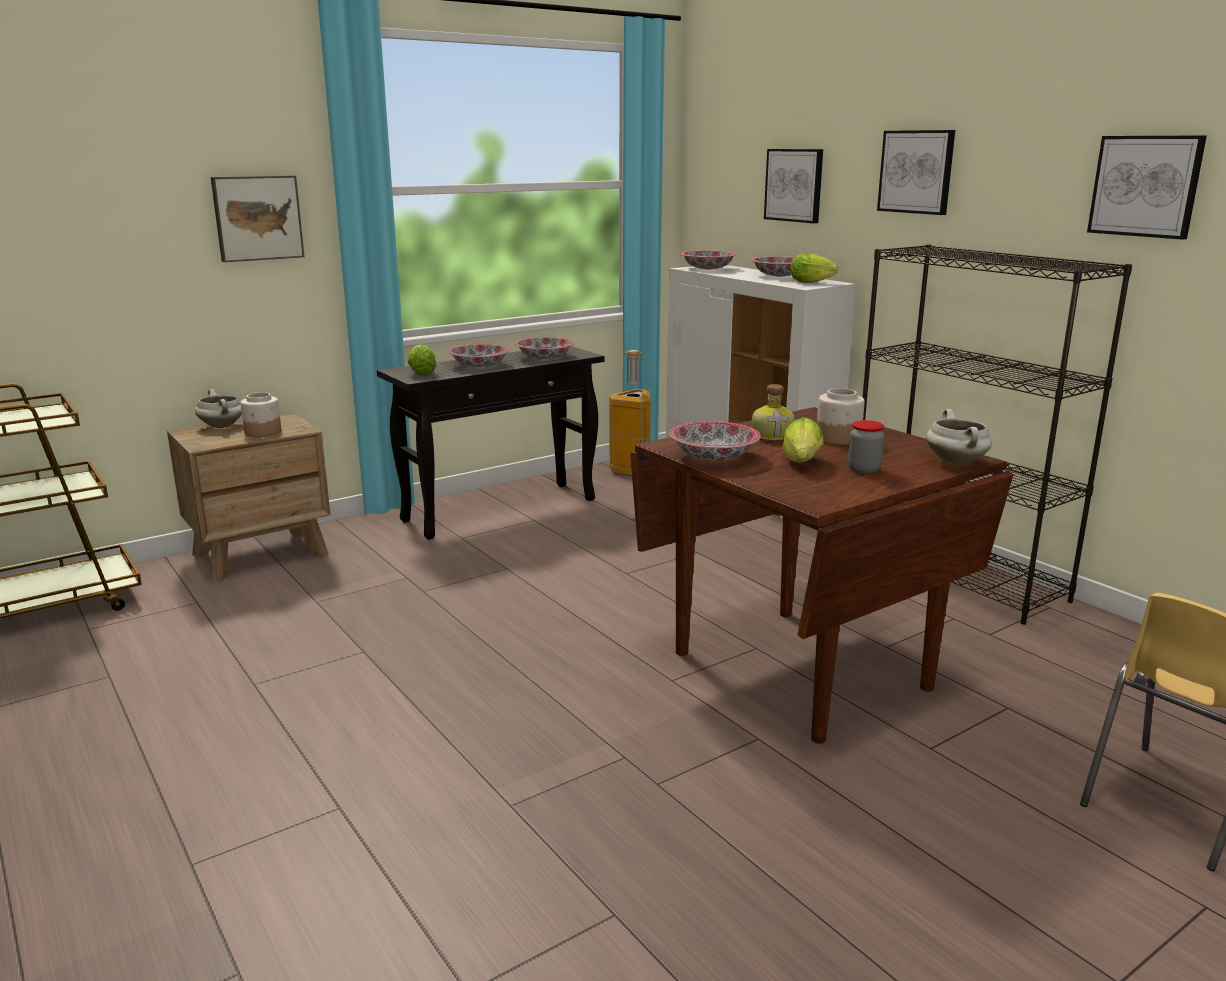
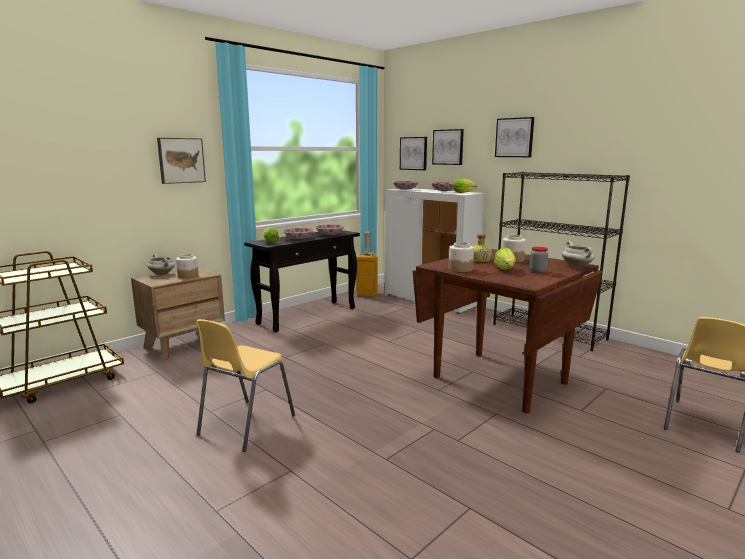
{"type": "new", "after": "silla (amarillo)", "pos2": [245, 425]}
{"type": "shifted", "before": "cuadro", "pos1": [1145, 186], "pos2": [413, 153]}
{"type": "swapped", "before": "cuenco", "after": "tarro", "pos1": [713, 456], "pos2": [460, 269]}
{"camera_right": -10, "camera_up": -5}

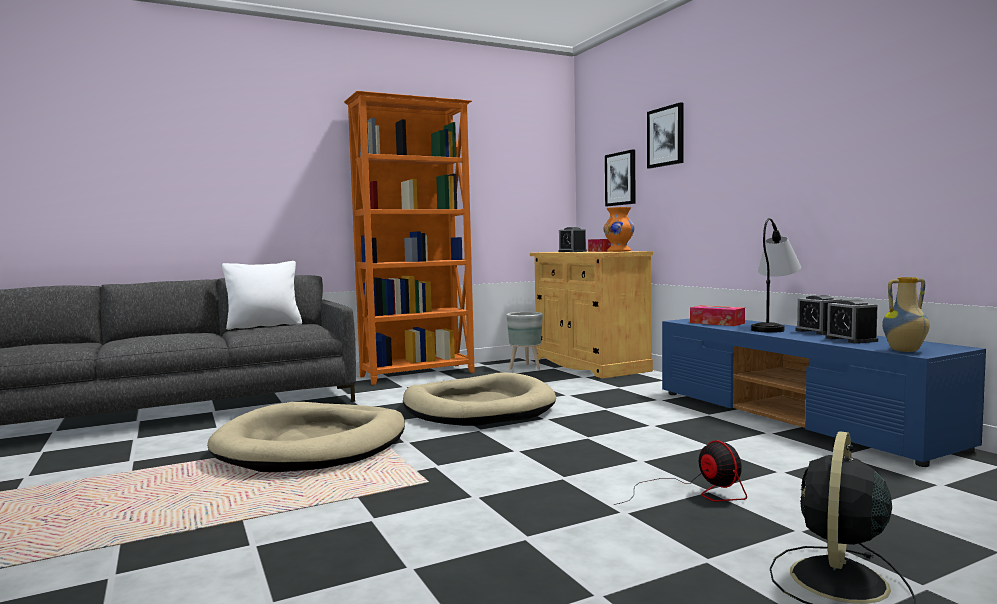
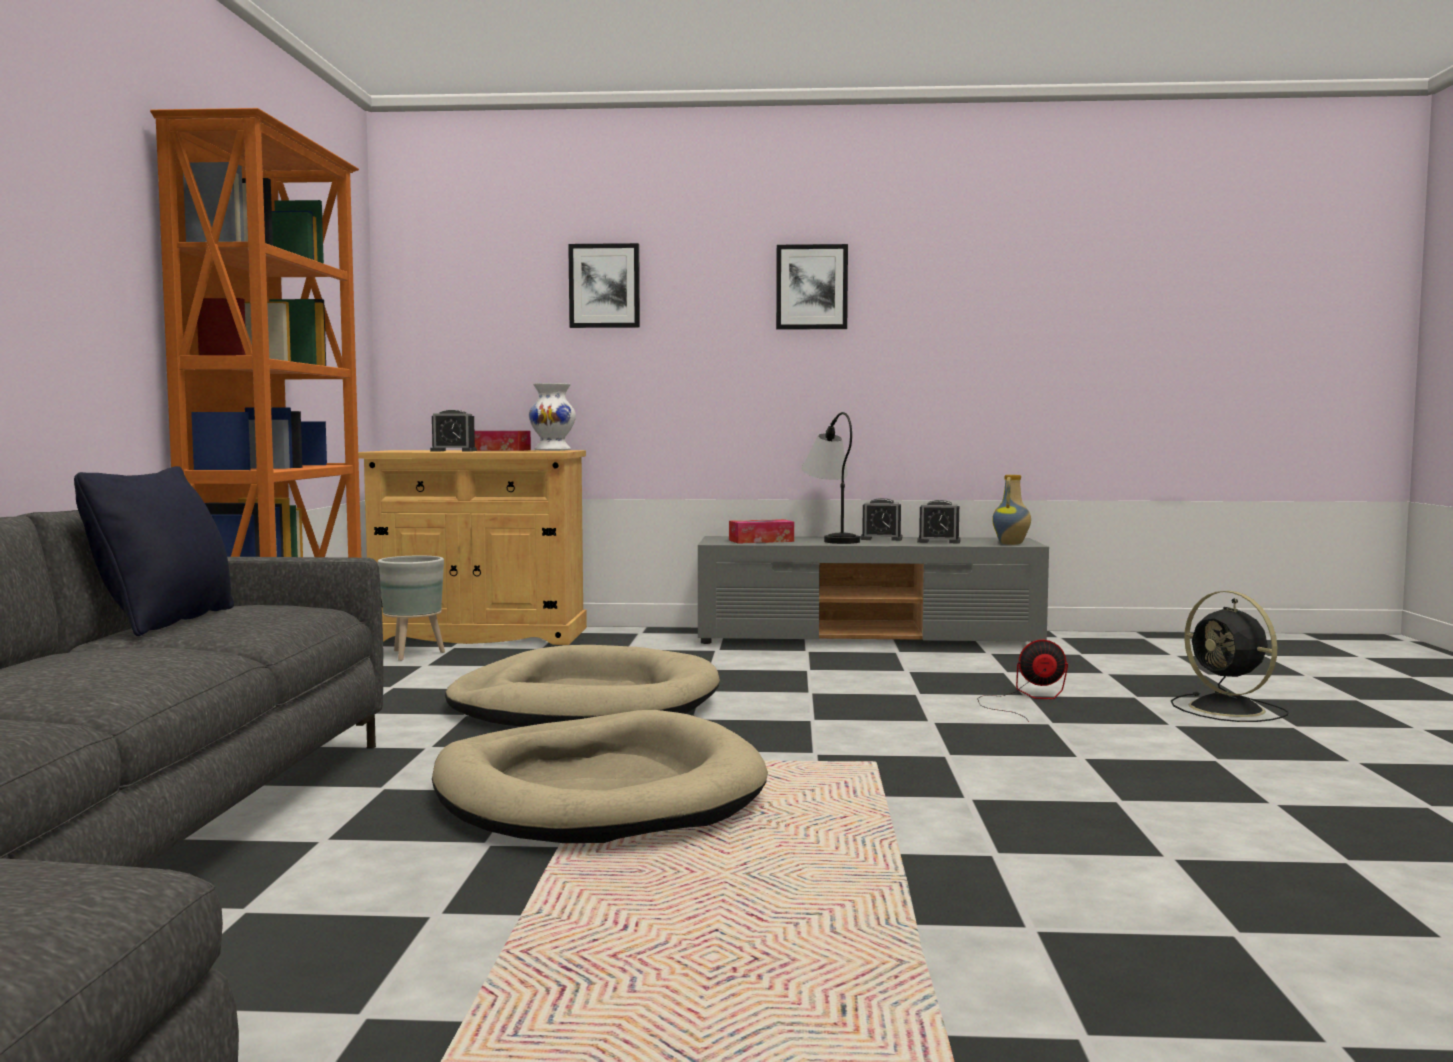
{"type": "shifted", "before": "cuadro", "pos1": [621, 178], "pos2": [811, 287]}
{"type": "repainted", "before": "cojín (blanco)", "after": "cojín (negro)", "pos1": [264, 326], "pos2": [166, 621]}
{"type": "repainted", "before": "florero (naranja)", "after": "florero (blanco)", "pos1": [618, 251], "pos2": [552, 450]}
{"type": "repainted", "before": "mueble de televisión (azul)", "after": "mueble de televisión (gris)", "pos1": [796, 418], "pos2": [869, 638]}
{"camera_right": -60, "camera_up": 0}

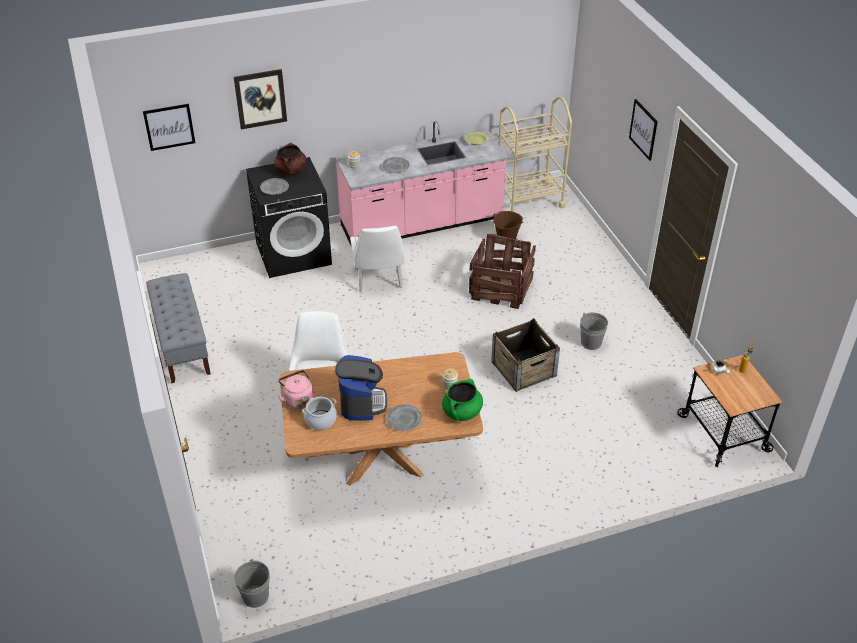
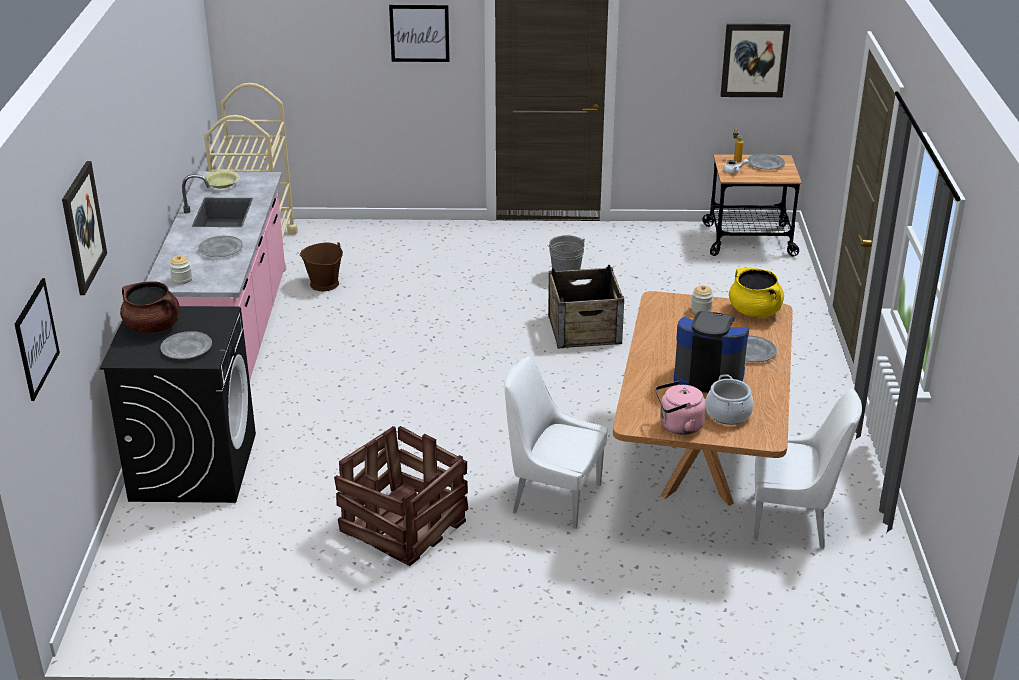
{"type": "gone", "before": "banco (gris)", "pos1": [182, 344]}
{"type": "gone", "before": "cubo (gris)", "pos1": [255, 596]}
{"type": "new", "after": "cuadro", "pos2": [754, 60]}
{"type": "new", "after": "plato (gris)", "pos2": [765, 164]}
{"type": "shifted", "before": "silla (blanco)", "pos1": [378, 279], "pos2": [793, 520]}
{"type": "shifted", "before": "caja de embalaje", "pos1": [501, 288], "pos2": [405, 524]}
{"type": "repainted", "before": "olla (verde)", "after": "olla (amarillo)", "pos1": [462, 412], "pos2": [755, 311]}
{"camera_right": -70, "camera_up": -10}

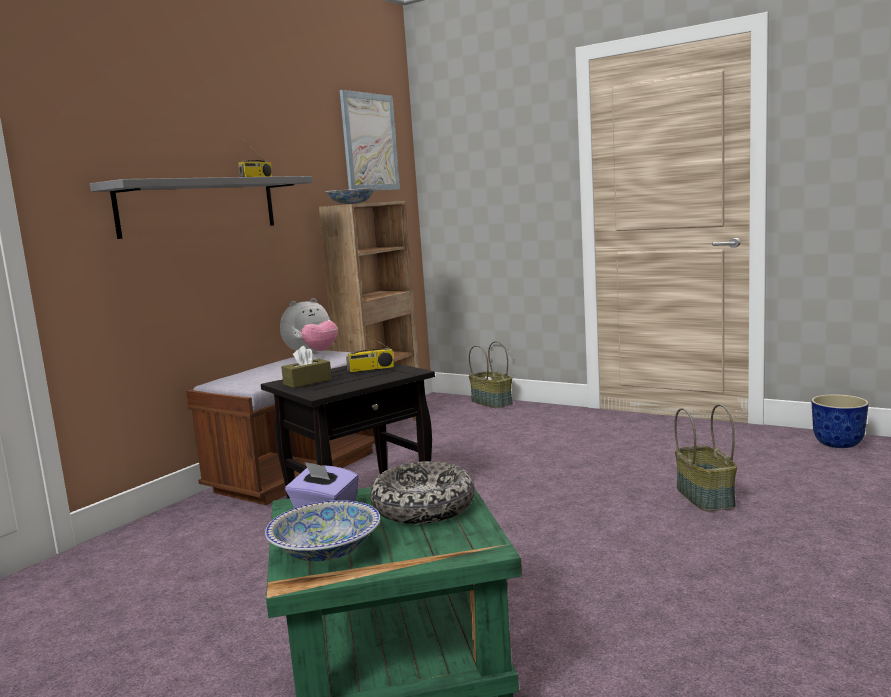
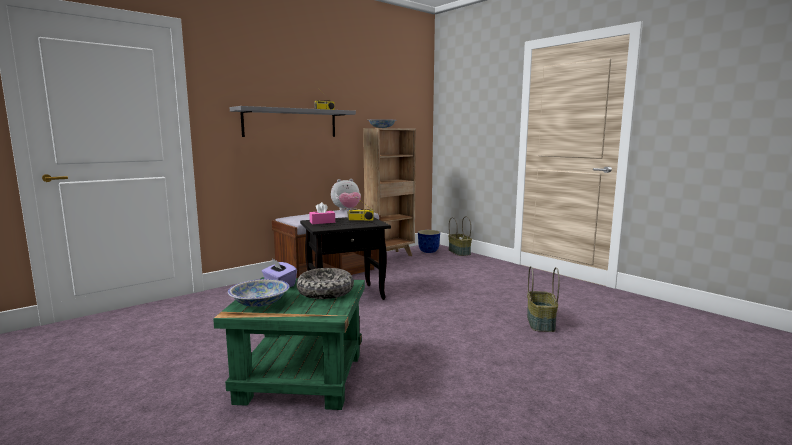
{"type": "gone", "before": "cuadro", "pos1": [369, 142]}
{"type": "shifted", "before": "maceta", "pos1": [839, 444], "pos2": [429, 251]}
{"type": "repainted", "before": "caja de pañuelos (marrón)", "after": "caja de pañuelos (rosa)", "pos1": [307, 382], "pos2": [322, 222]}
{"camera_right": 15, "camera_up": 0}

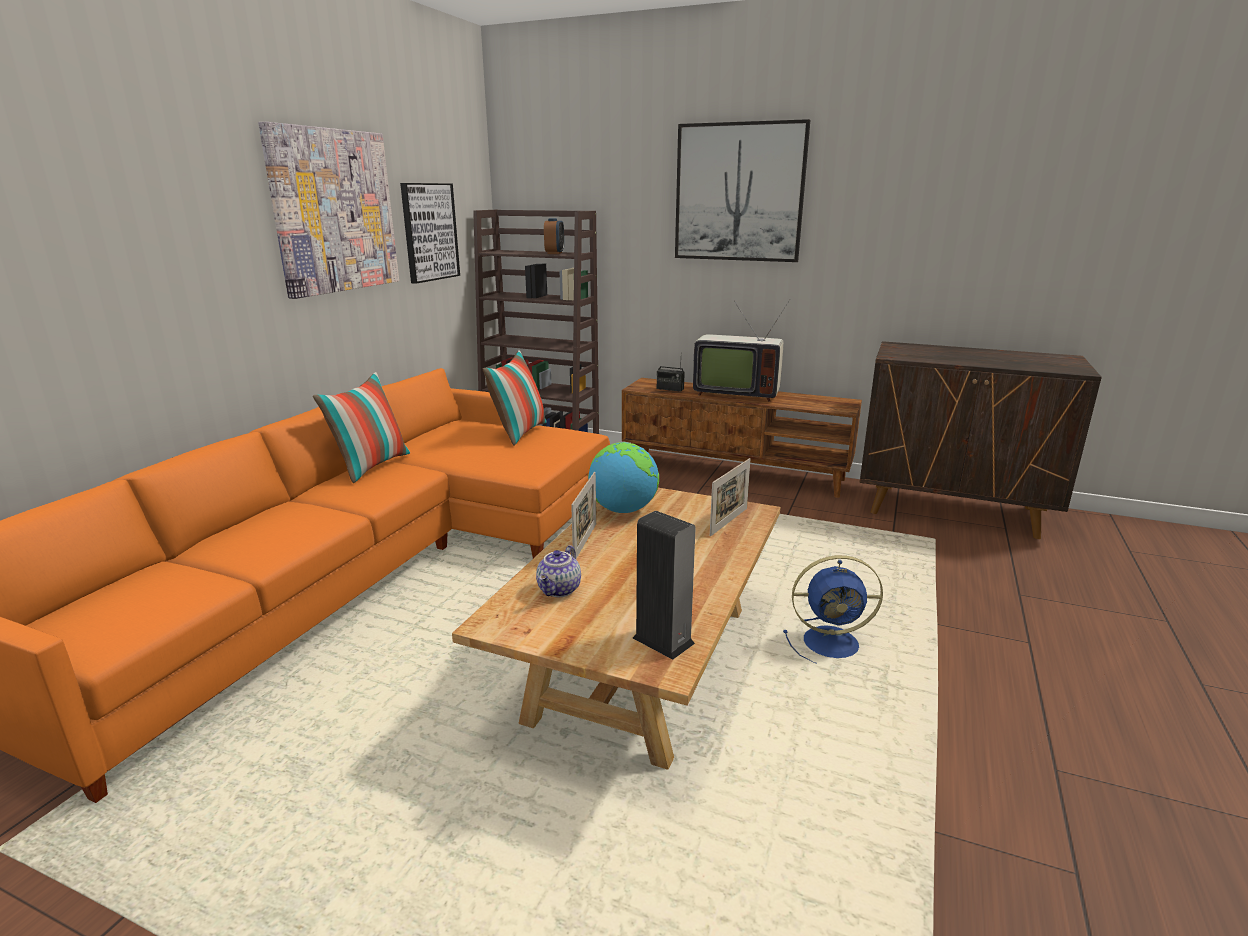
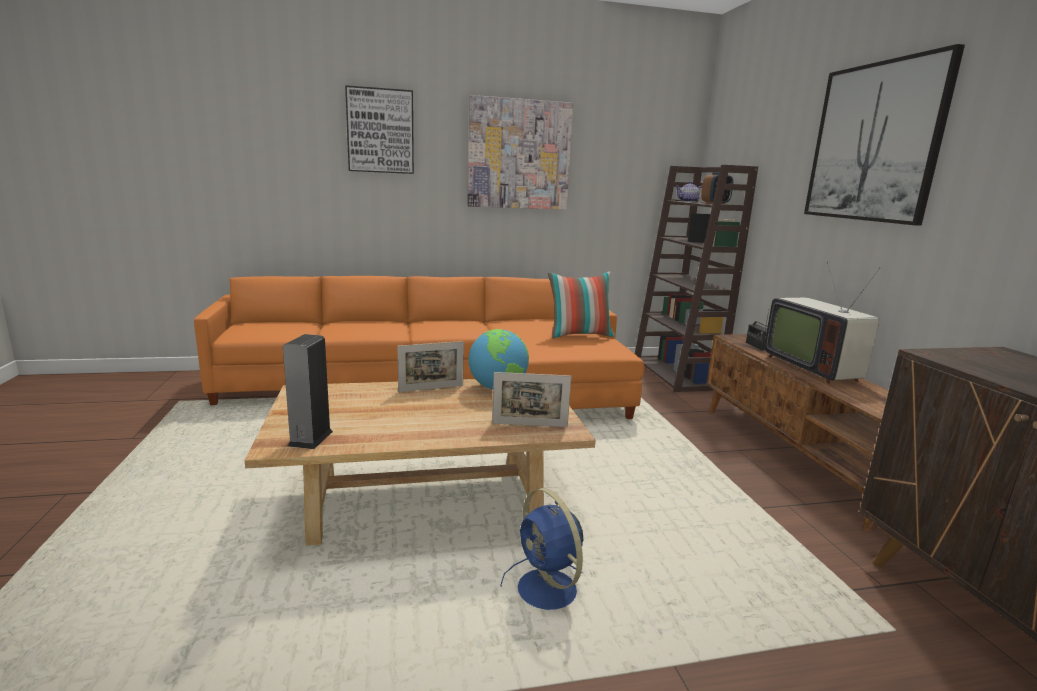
{"type": "gone", "before": "cojín", "pos1": [371, 466]}
{"type": "shifted", "before": "cuadro", "pos1": [429, 232], "pos2": [380, 131]}
{"type": "shifted", "before": "tetera", "pos1": [560, 590], "pos2": [688, 201]}
{"camera_right": 55, "camera_up": -5}

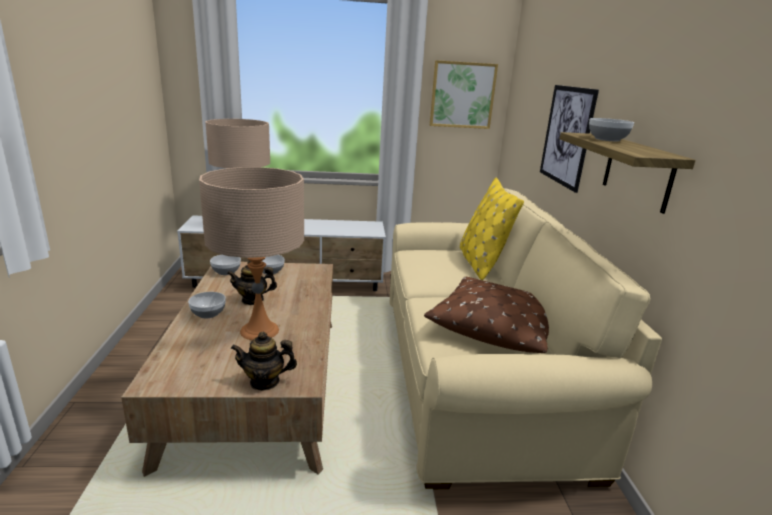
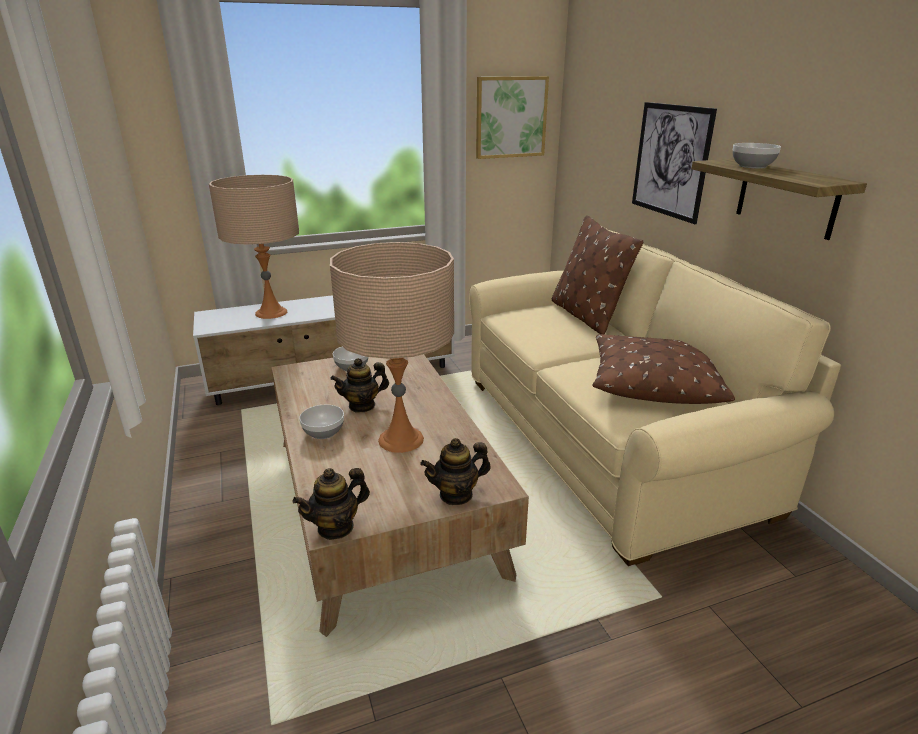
{"type": "gone", "before": "cuenco", "pos1": [226, 271]}
{"type": "new", "after": "tetera", "pos2": [336, 527]}
{"type": "repainted", "before": "cojín (amarillo)", "after": "cojín (marrón)", "pos1": [481, 263], "pos2": [586, 316]}
{"camera_right": -15, "camera_up": 5}

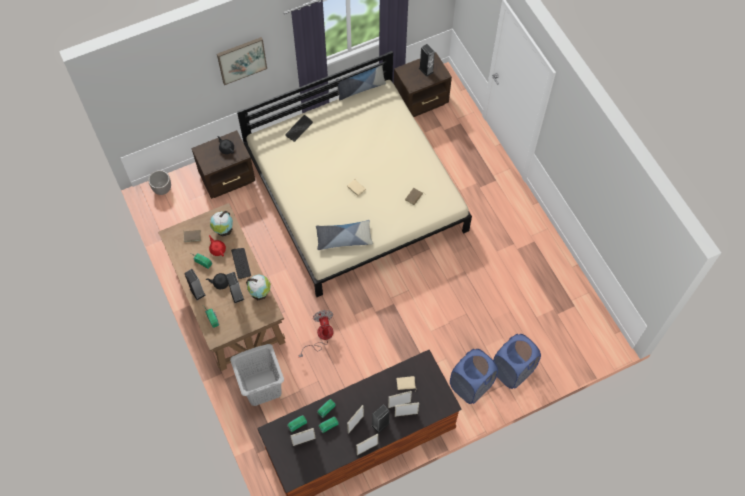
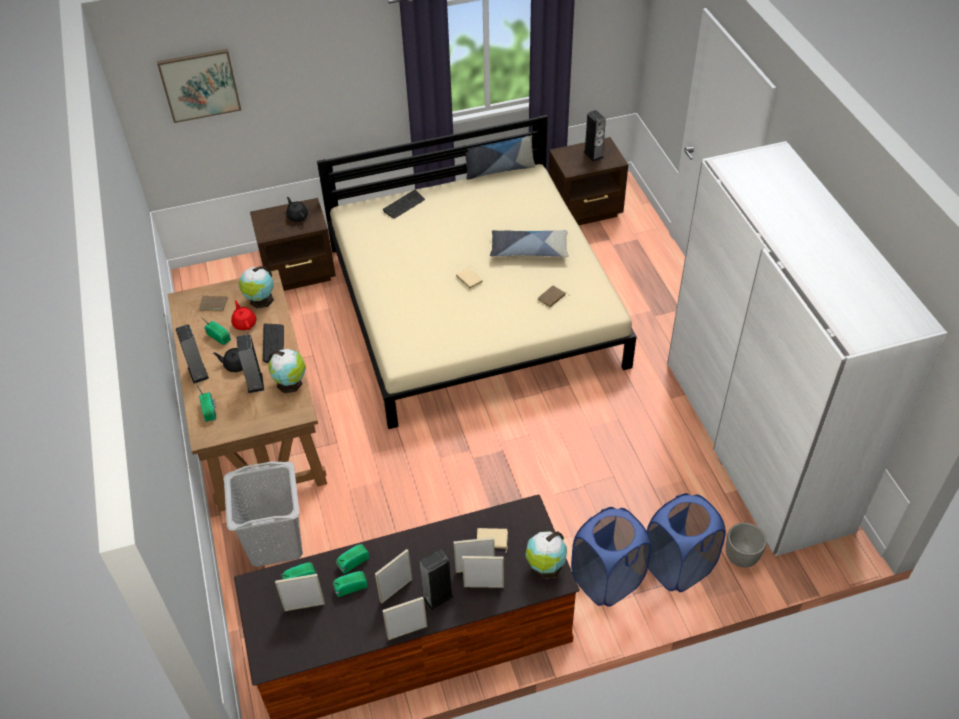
{"type": "gone", "before": "ventilador", "pos1": [321, 337]}
{"type": "new", "after": "globo terráqueo", "pos2": [545, 567]}
{"type": "new", "after": "armario ropero (blanco)", "pos2": [754, 443]}
{"type": "shifted", "before": "maceta", "pos1": [162, 189], "pos2": [740, 557]}
{"type": "shifted", "before": "cuadro", "pos1": [241, 60], "pos2": [200, 85]}
{"type": "shifted", "before": "cojín", "pos1": [344, 238], "pos2": [529, 250]}
{"camera_right": 10, "camera_up": -15}

